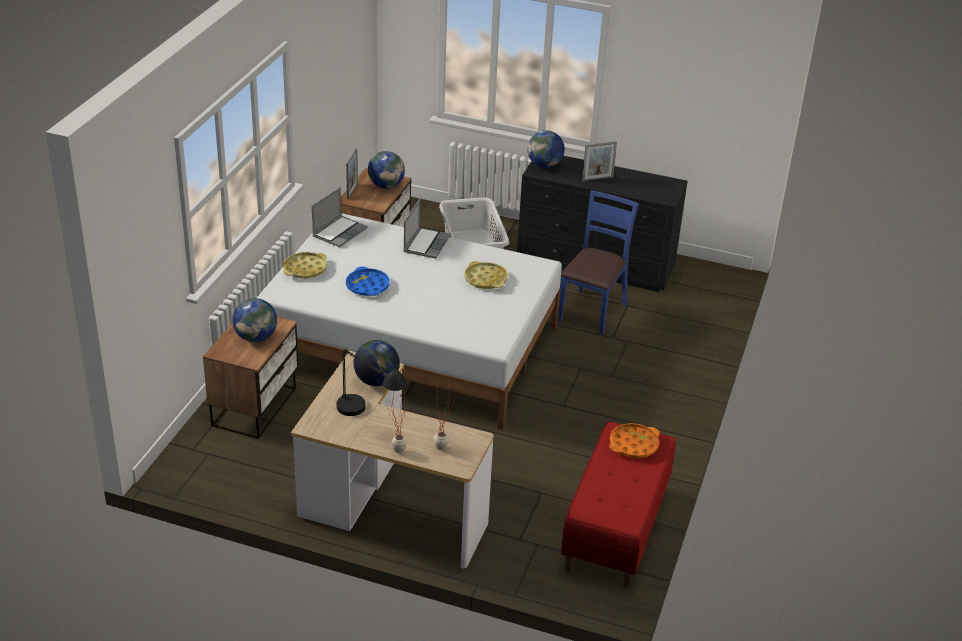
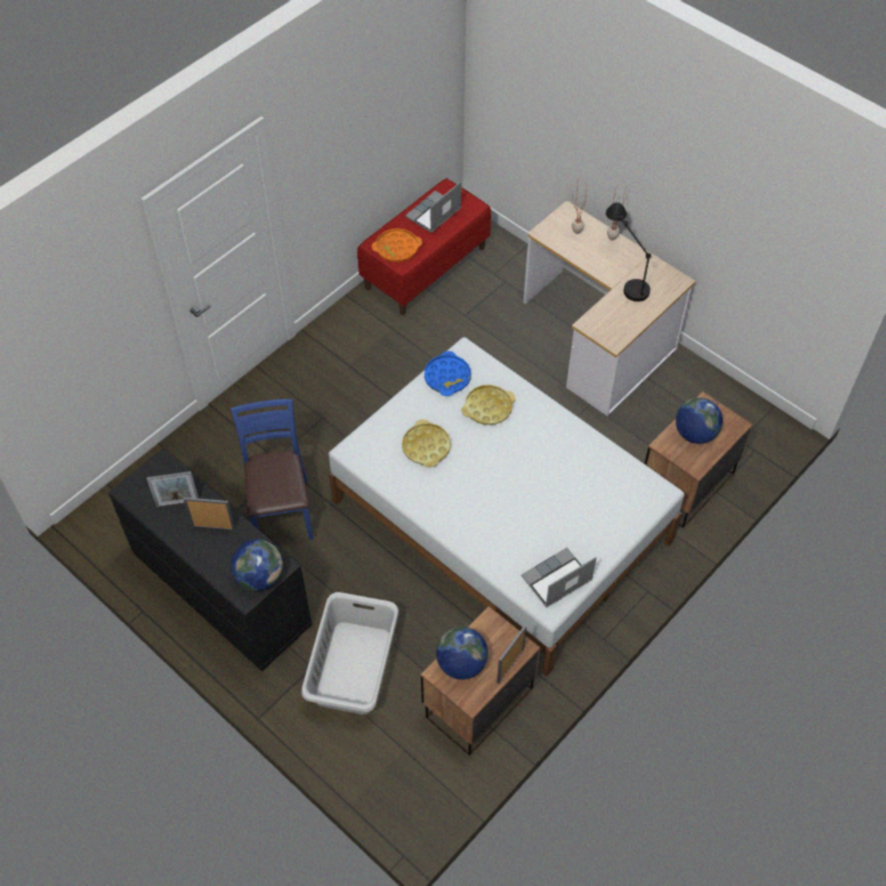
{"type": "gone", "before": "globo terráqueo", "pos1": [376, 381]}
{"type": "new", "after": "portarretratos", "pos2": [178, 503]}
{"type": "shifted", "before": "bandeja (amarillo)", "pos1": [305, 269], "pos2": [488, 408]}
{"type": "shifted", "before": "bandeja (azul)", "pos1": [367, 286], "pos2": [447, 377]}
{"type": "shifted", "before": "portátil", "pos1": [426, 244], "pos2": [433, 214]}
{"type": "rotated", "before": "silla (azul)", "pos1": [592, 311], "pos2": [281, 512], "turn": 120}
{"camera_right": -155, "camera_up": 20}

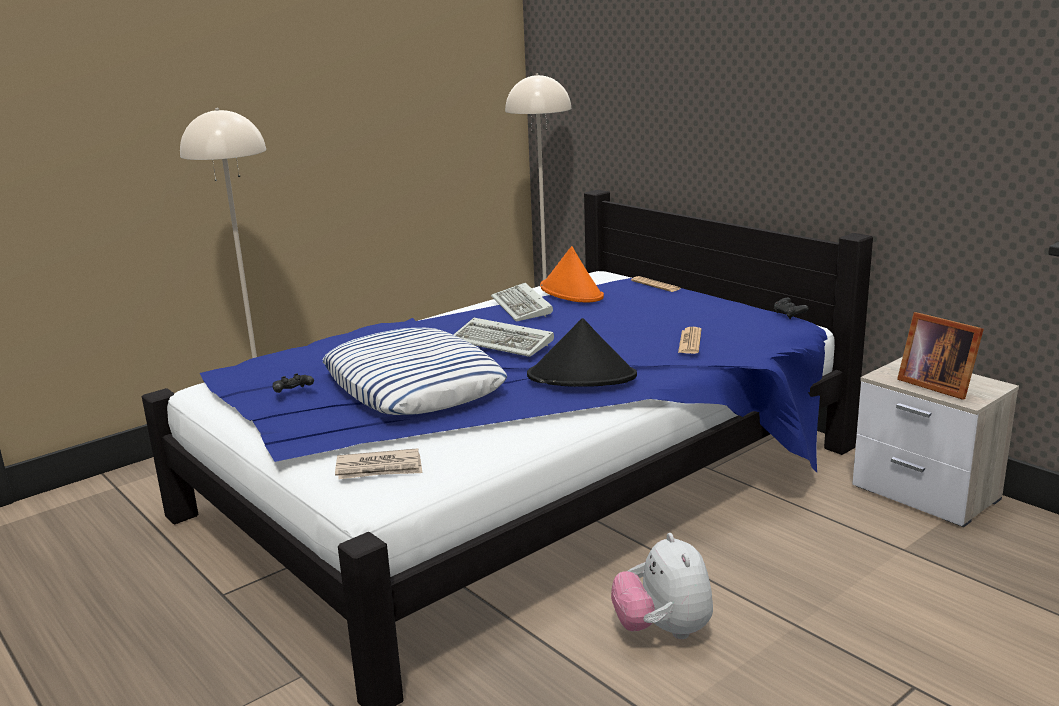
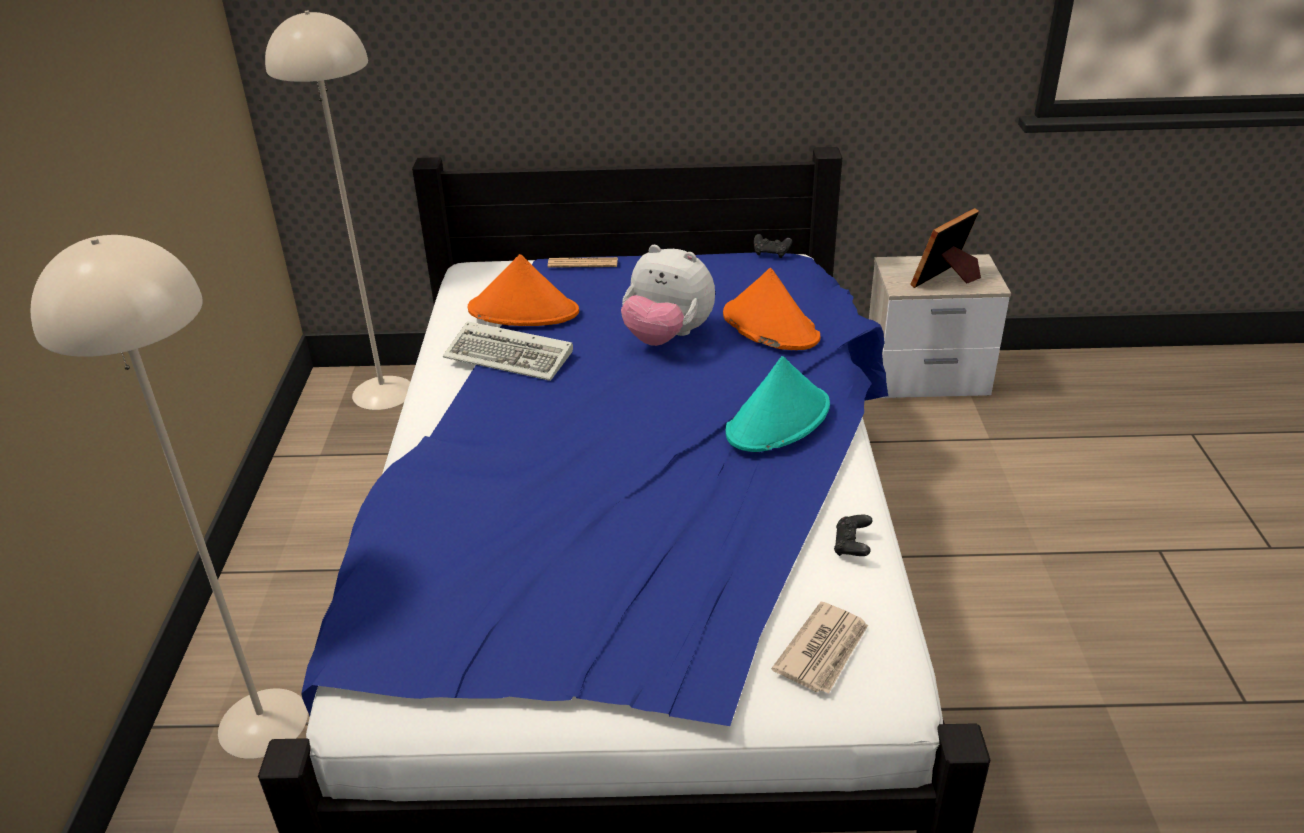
{"type": "gone", "before": "cojín", "pos1": [414, 385]}
{"type": "gone", "before": "teclado", "pos1": [504, 342]}
{"type": "shifted", "before": "mando de consola (negro)", "pos1": [293, 392], "pos2": [852, 546]}
{"type": "shifted", "before": "peluche", "pos1": [663, 630], "pos2": [667, 337]}
{"type": "swapped", "before": "periódico", "after": "sombrero (naranja)", "pos1": [690, 341], "pos2": [769, 326]}
{"type": "repainted", "before": "sombrero (negro)", "after": "sombrero (turquesa)", "pos1": [582, 376], "pos2": [778, 420]}
{"type": "rotated", "before": "portarretratos", "pos1": [935, 385], "pos2": [947, 279], "turn": 135}
{"camera_right": -50, "camera_up": 15}

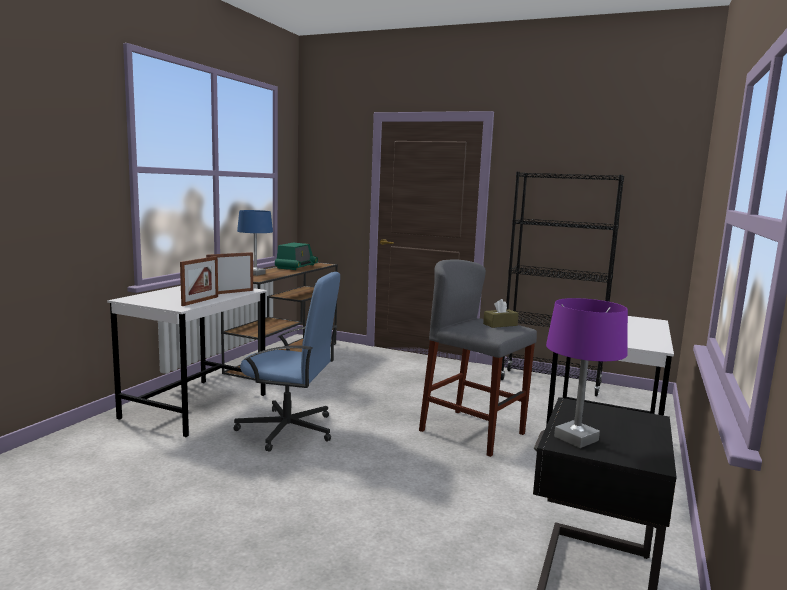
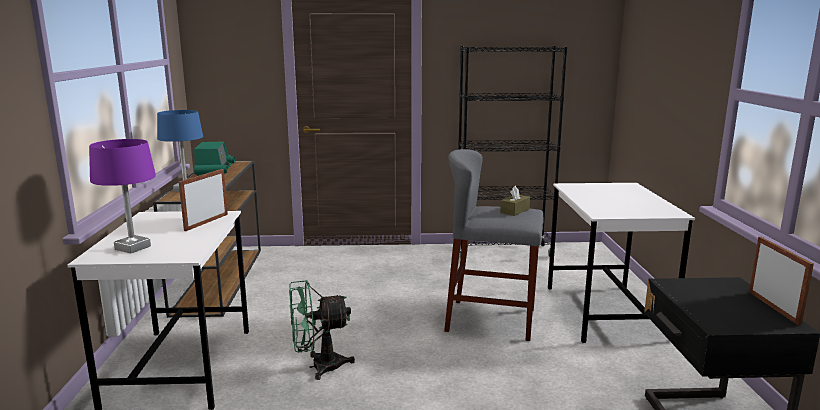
{"type": "shifted", "before": "portarretratos", "pos1": [200, 301], "pos2": [773, 307]}
{"type": "shifted", "before": "lámpara de mesa (morado)", "pos1": [575, 438], "pos2": [132, 248]}
{"type": "swapped", "before": "silla de oficina (azul)", "after": "ventilador (verde)", "pos1": [288, 429], "pos2": [318, 366]}
{"camera_right": -25, "camera_up": 5}

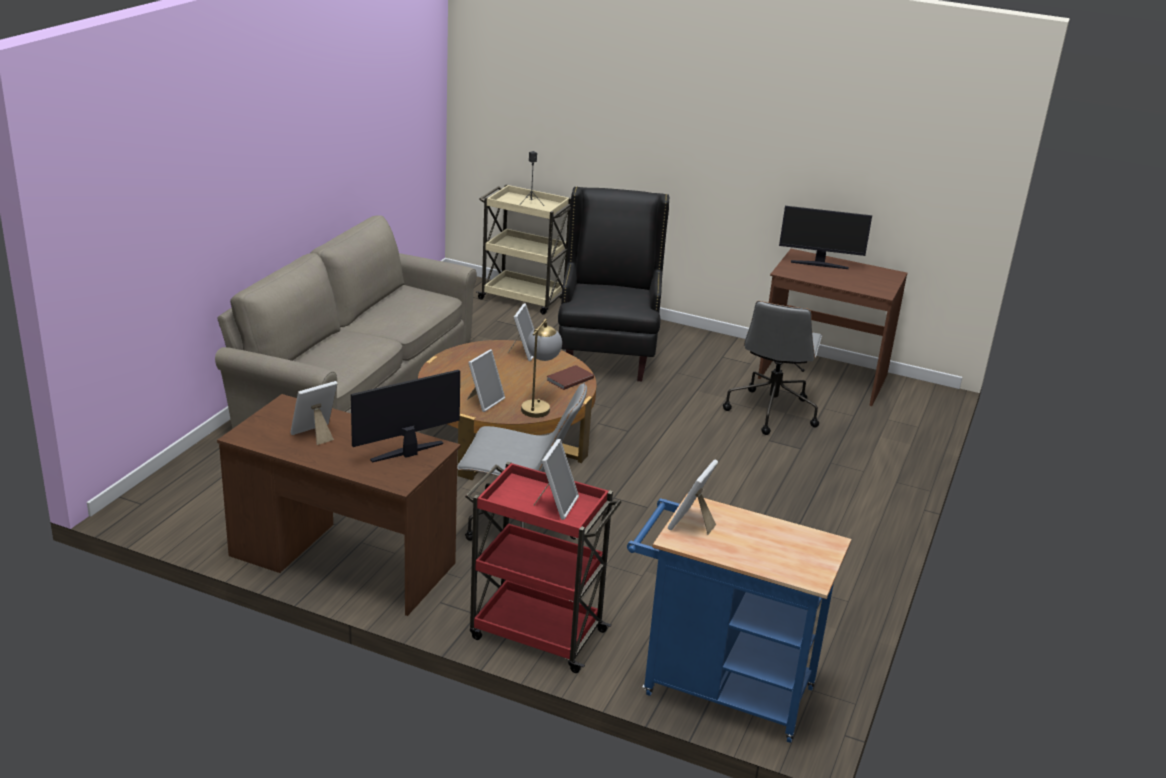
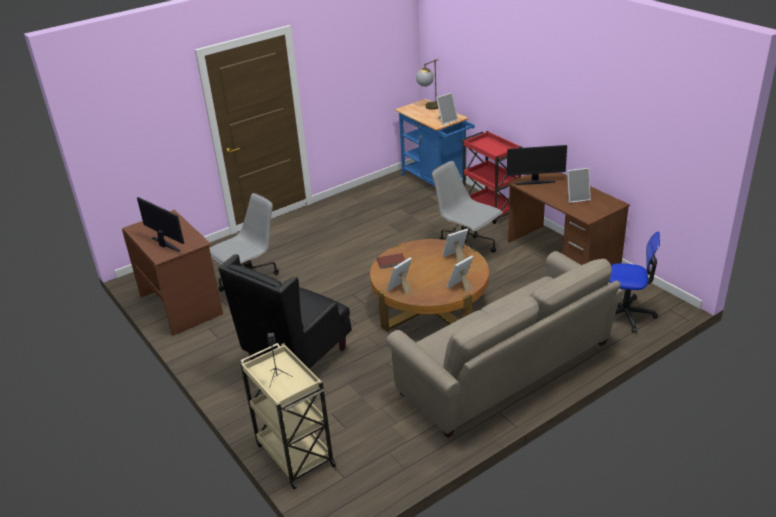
{"type": "new", "after": "silla de oficina", "pos2": [626, 314]}
{"type": "shifted", "before": "lámpara de mesa", "pos1": [538, 405], "pos2": [429, 108]}
{"type": "shifted", "before": "portarretratos", "pos1": [556, 504], "pos2": [461, 286]}
{"camera_right": -145, "camera_up": 5}

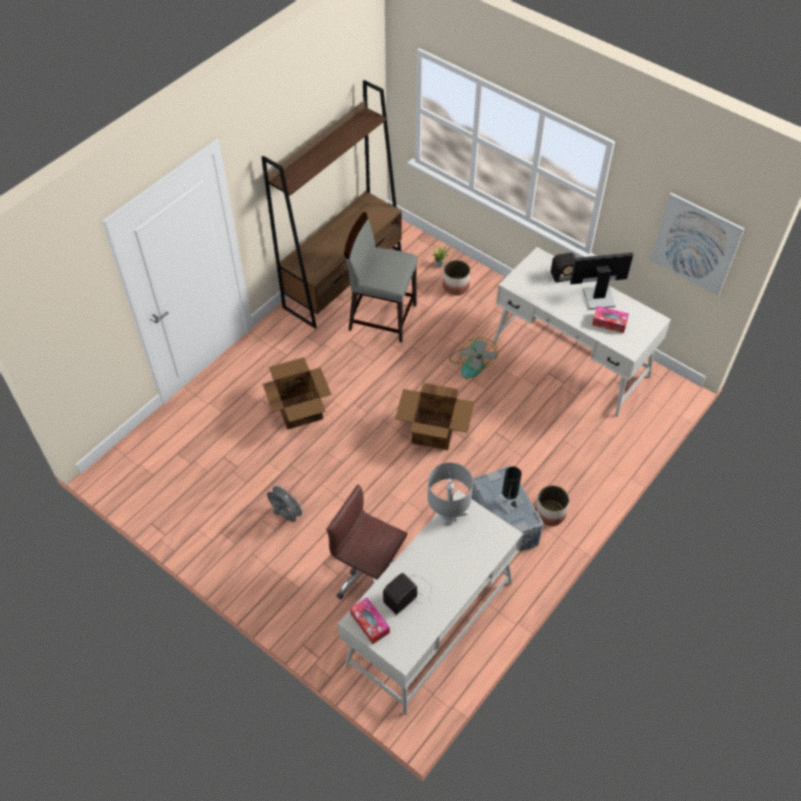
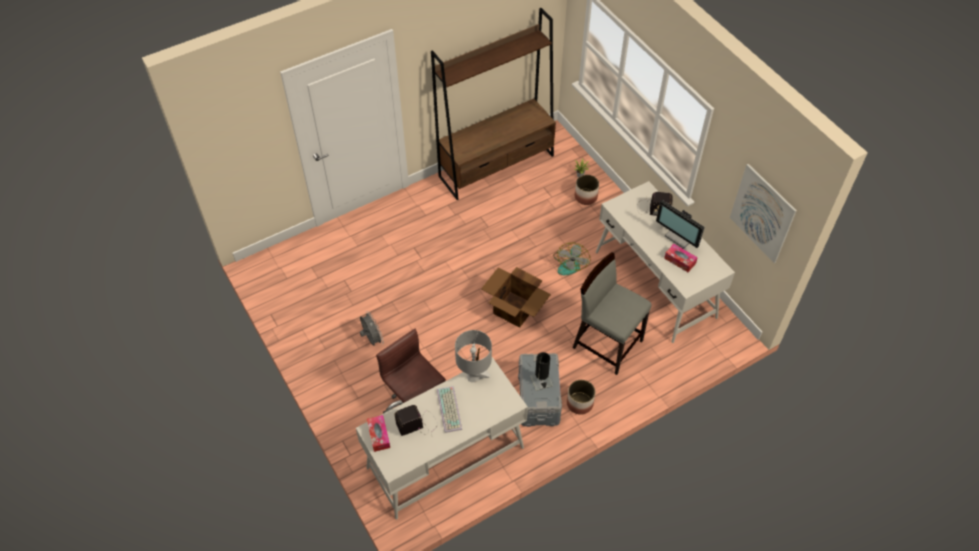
{"type": "gone", "before": "caja de cartón", "pos1": [300, 409]}
{"type": "new", "after": "teclado", "pos2": [450, 410]}
{"type": "shifted", "before": "silla (gris)", "pos1": [382, 316], "pos2": [607, 343]}
{"type": "rotated", "before": "monitor", "pos1": [597, 297], "pos2": [680, 237], "turn": -150}
{"camera_right": 20, "camera_up": 0}

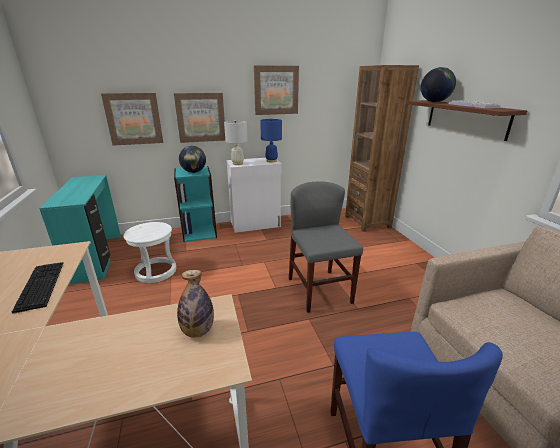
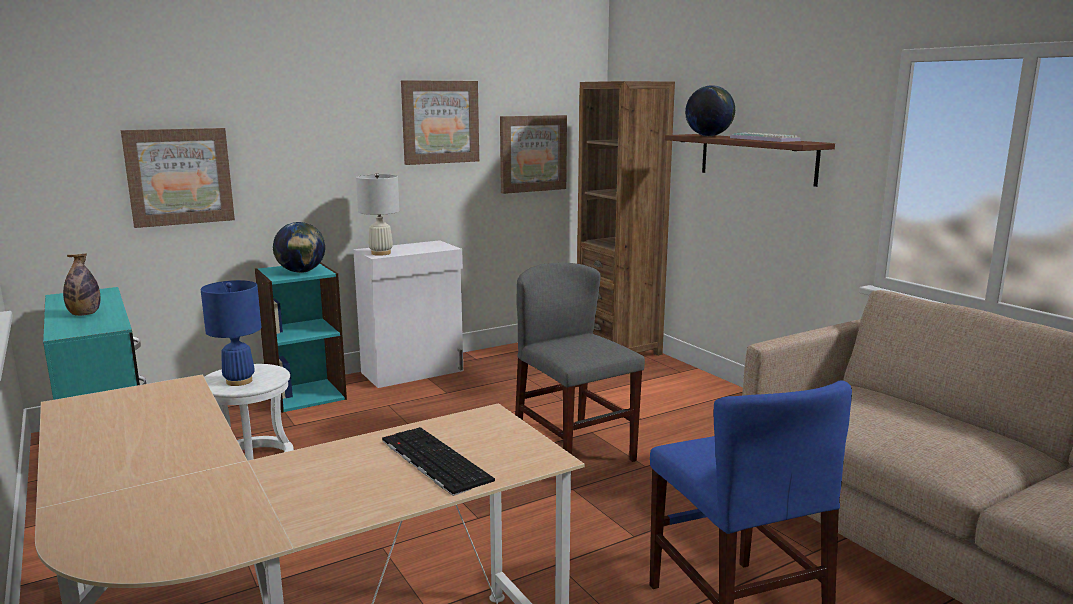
{"type": "shifted", "before": "teclado", "pos1": [39, 285], "pos2": [432, 460]}
{"type": "shifted", "before": "cuadro", "pos1": [200, 117], "pos2": [532, 153]}
{"type": "shifted", "before": "botella", "pos1": [198, 331], "pos2": [84, 314]}
{"type": "shifted", "before": "lámpara de mesa (azul)", "pos1": [271, 161], "pos2": [239, 381]}
{"camera_right": -15, "camera_up": -10}

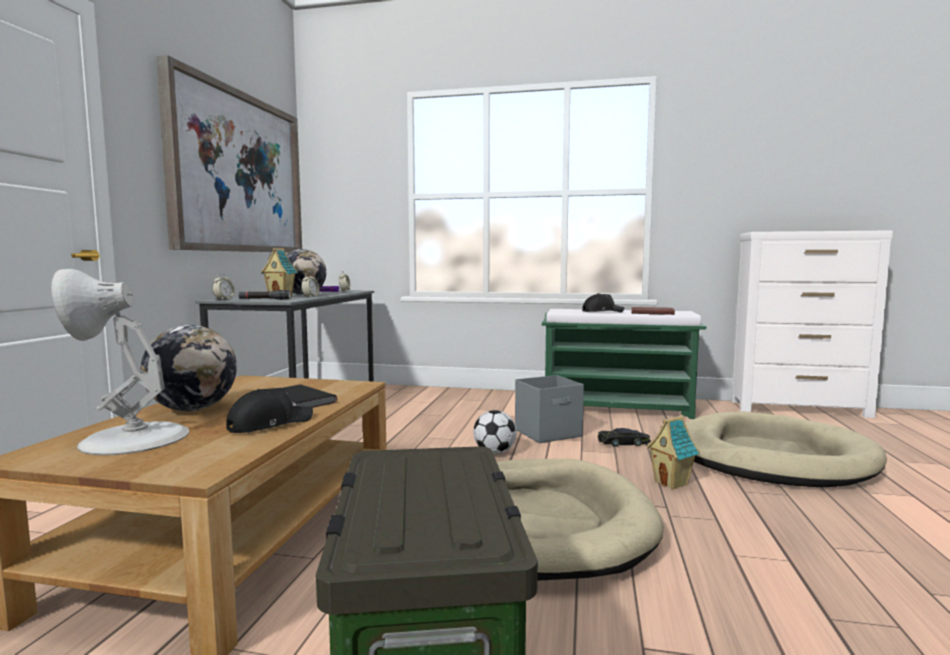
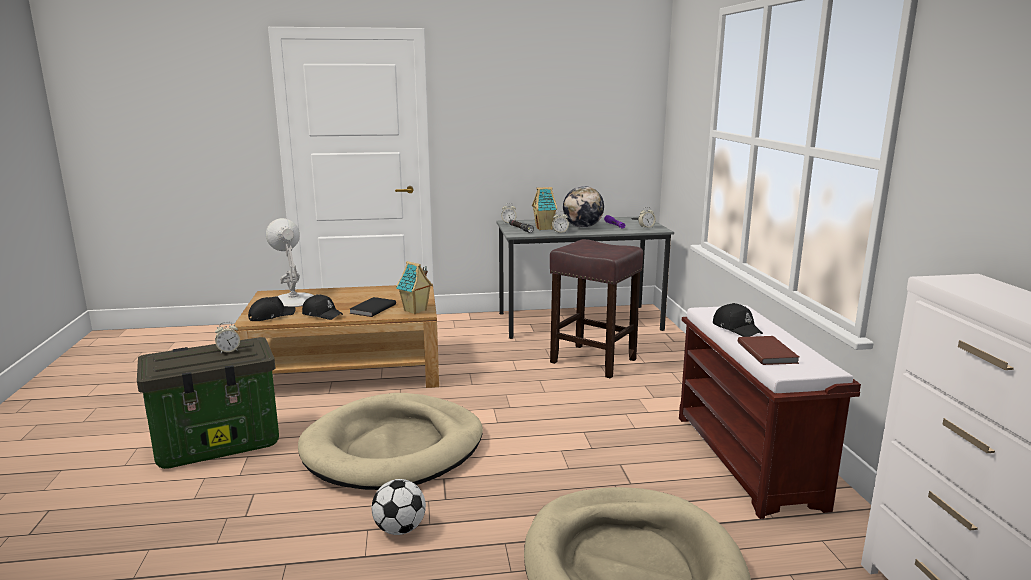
{"type": "gone", "before": "globo terráqueo", "pos1": [193, 409]}
{"type": "gone", "before": "cuadro", "pos1": [238, 173]}
{"type": "gone", "before": "caja de almacenaje (gris)", "pos1": [549, 433]}
{"type": "gone", "before": "coche de juguete (negro)", "pos1": [624, 442]}
{"type": "new", "after": "despertador", "pos2": [228, 351]}
{"type": "new", "after": "gorra (negro)", "pos2": [271, 316]}
{"type": "new", "after": "taburete (marrón)", "pos2": [591, 361]}
{"type": "shifted", "before": "balón de fútbol", "pos1": [494, 452], "pos2": [400, 529]}
{"type": "shifted", "before": "casita", "pos1": [672, 483], "pos2": [415, 310]}
{"type": "repainted", "before": "banco (verde)", "after": "banco (marrón)", "pos1": [618, 408], "pos2": [748, 460]}
{"camera_right": 70, "camera_up": 10}

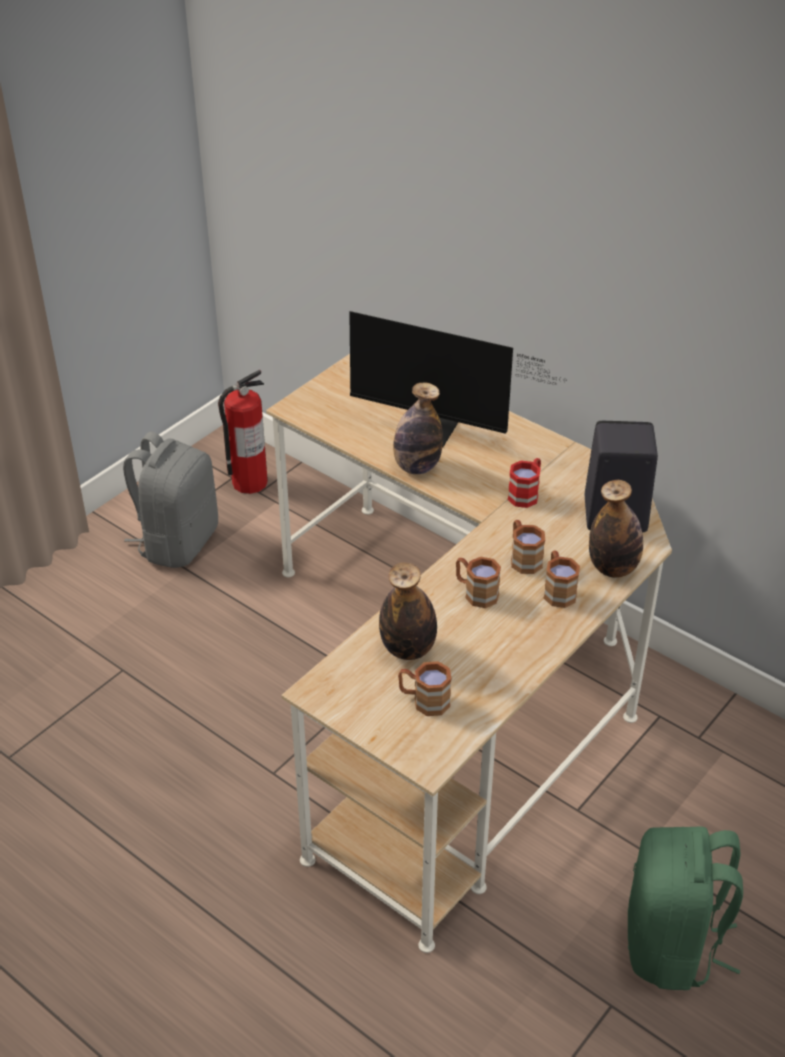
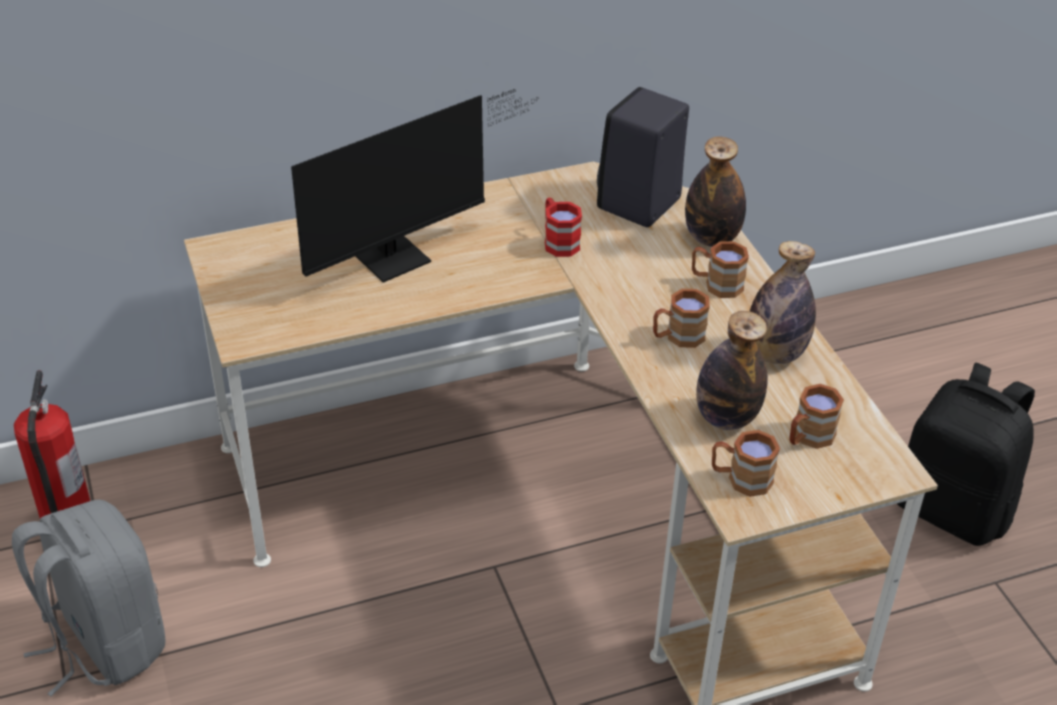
{"type": "shifted", "before": "botella", "pos1": [416, 467], "pos2": [775, 354]}
{"type": "shifted", "before": "taza grande (marrón)", "pos1": [523, 558], "pos2": [741, 479]}
{"type": "repainted", "before": "mochila (verde)", "after": "mochila (negro)", "pos1": [672, 945], "pos2": [953, 509]}
{"camera_right": -60, "camera_up": 0}

